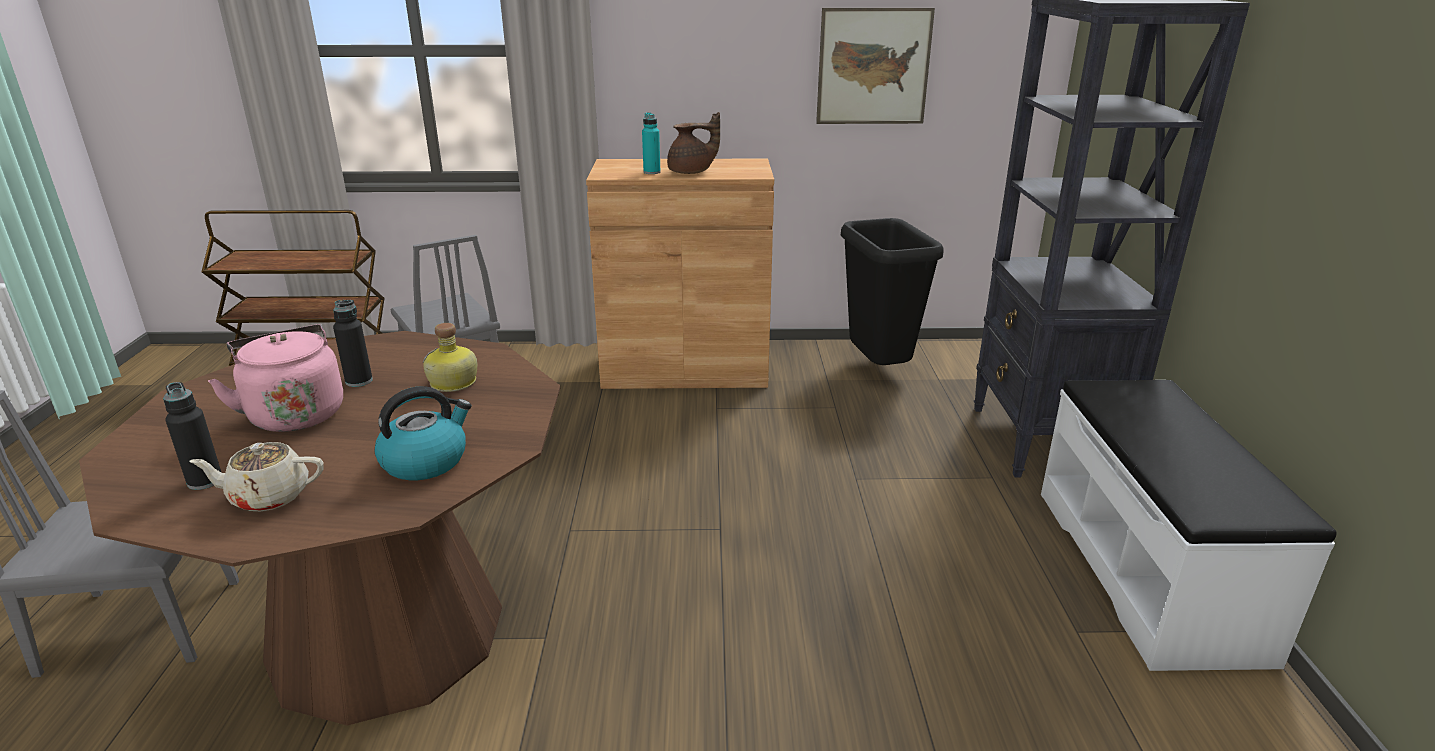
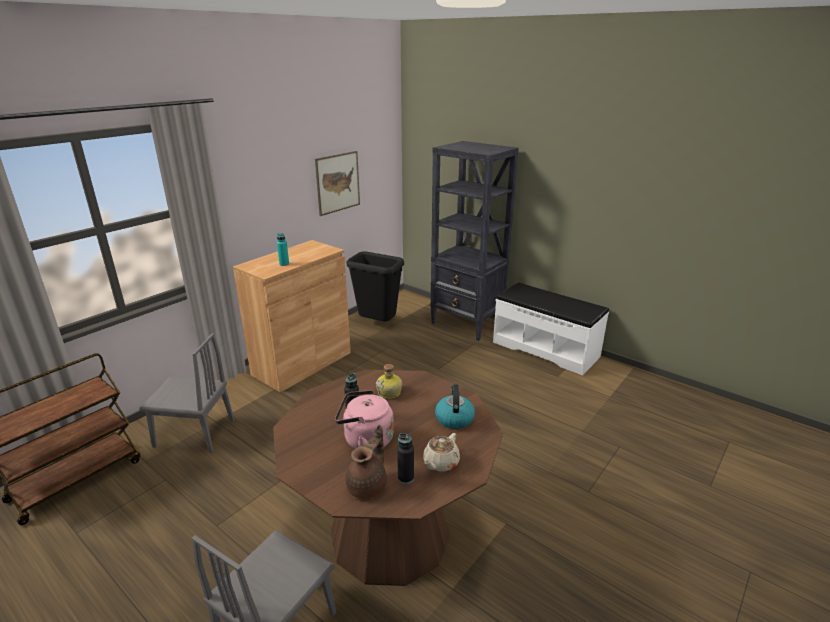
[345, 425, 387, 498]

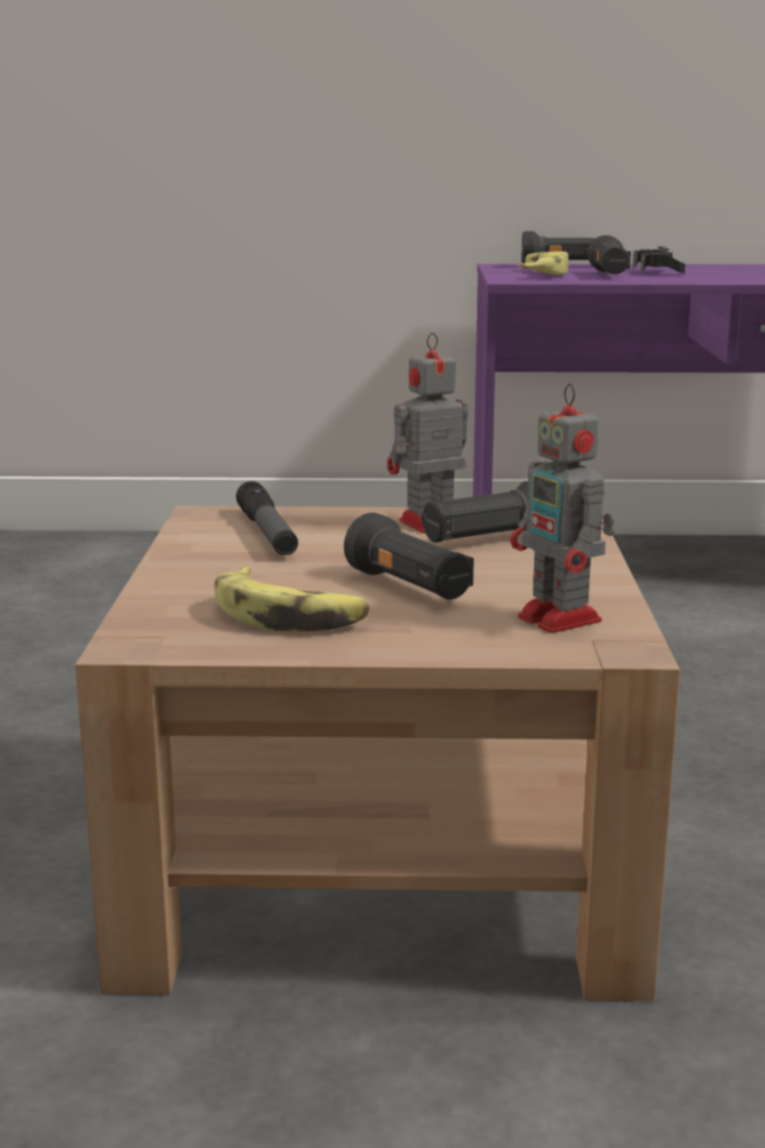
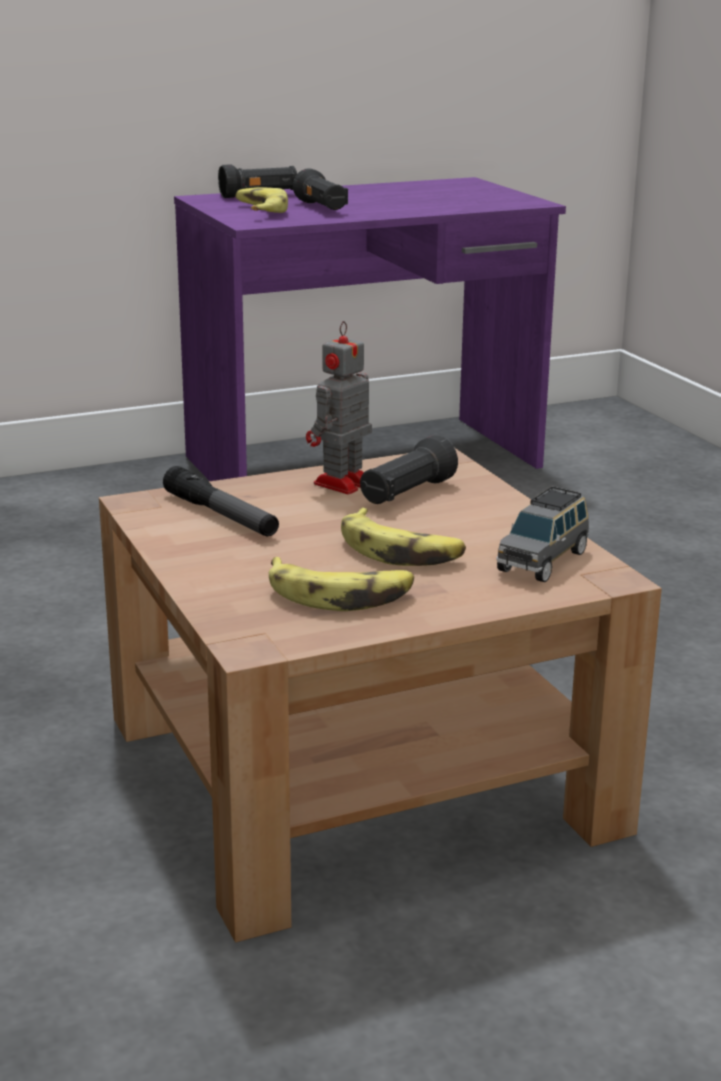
[632, 246, 685, 274] (first image)
[341, 508, 466, 566]
[496, 486, 589, 582]

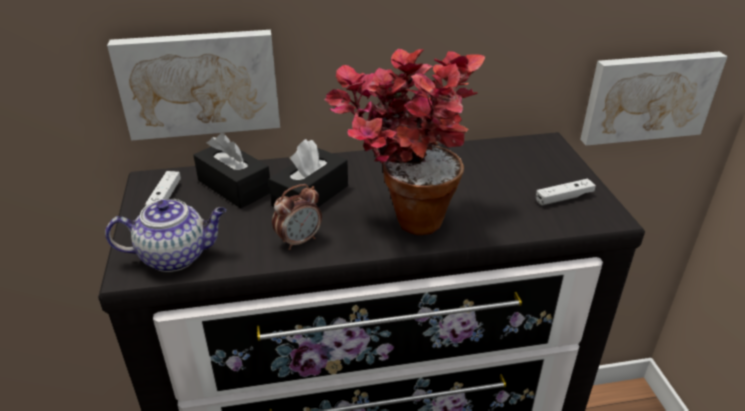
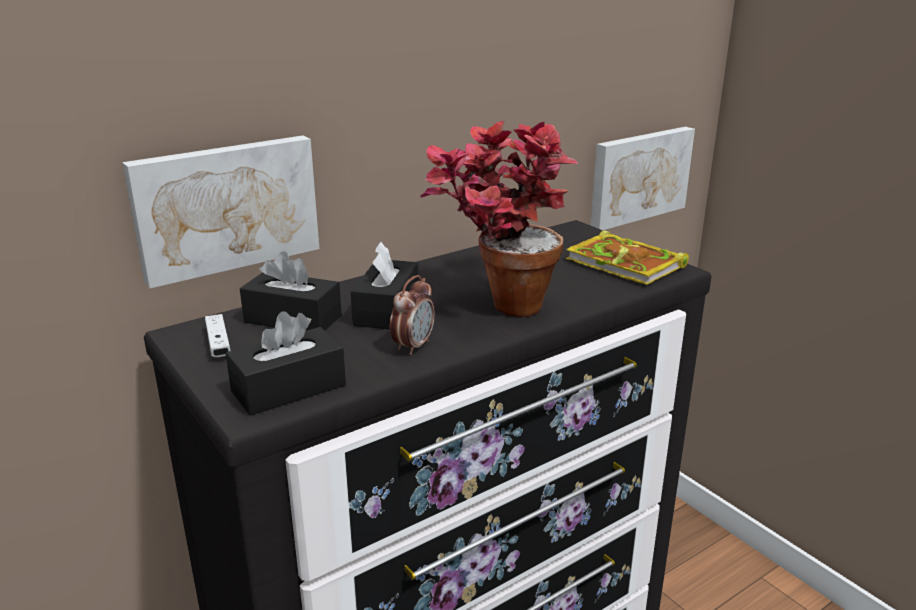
[226, 311, 346, 416]
[566, 230, 689, 285]

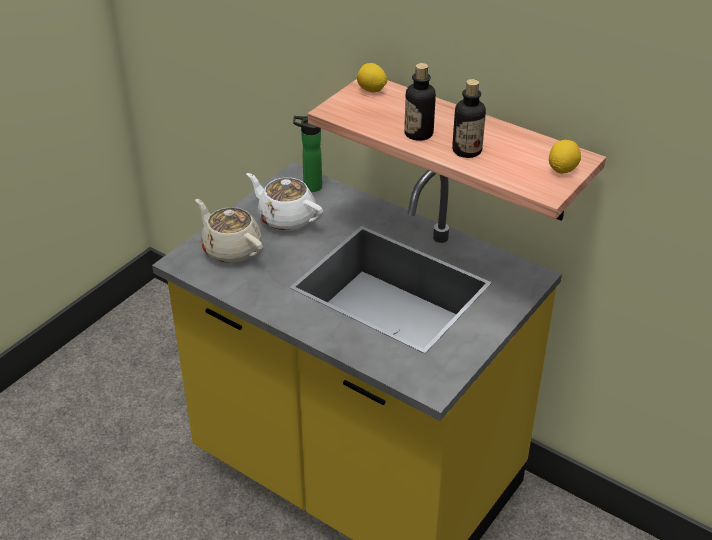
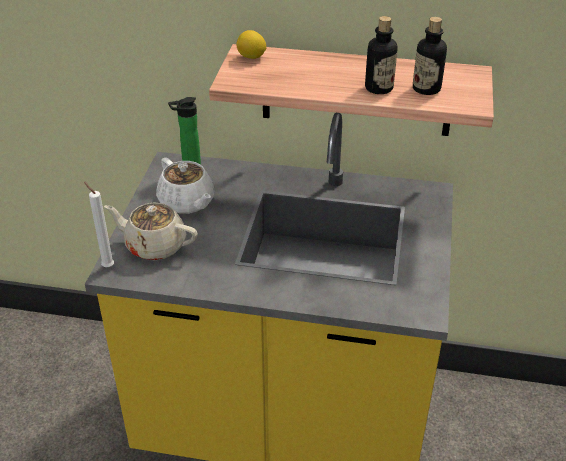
[549, 140, 581, 174] (first image)
[84, 181, 114, 267]
[413, 17, 447, 95]
[156, 158, 214, 214]

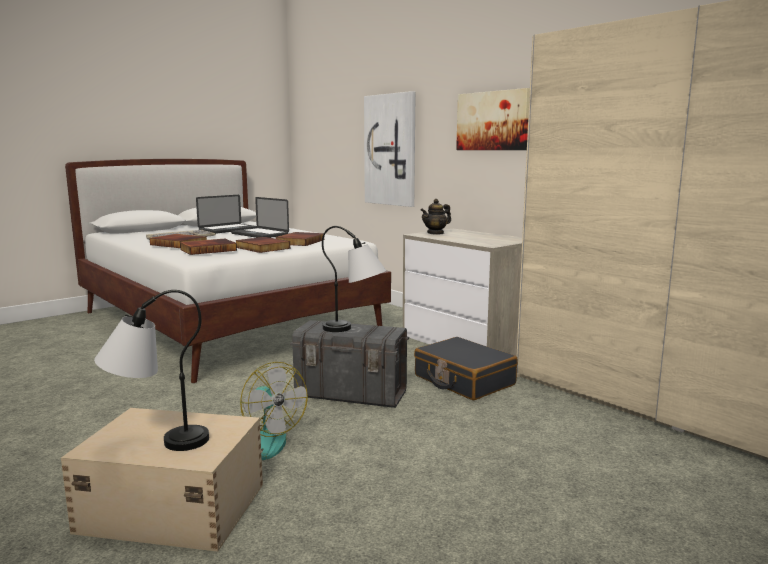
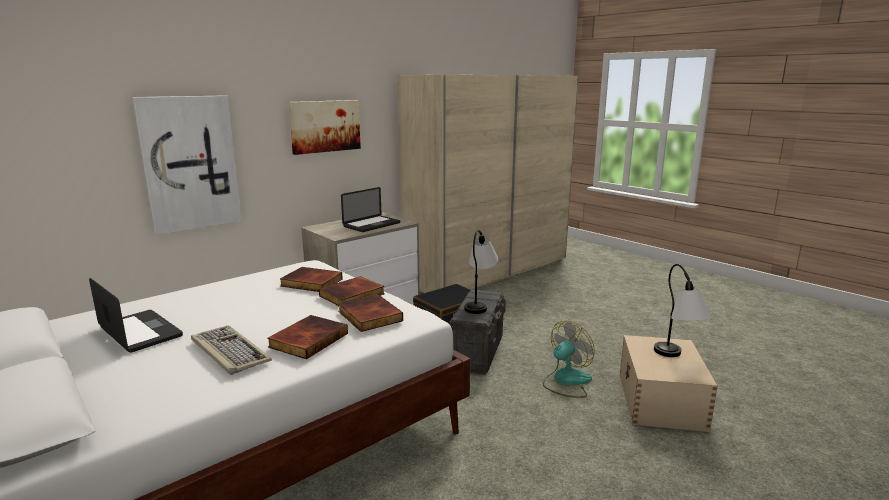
[421, 199, 451, 235] (first image)
[341, 187, 400, 232]

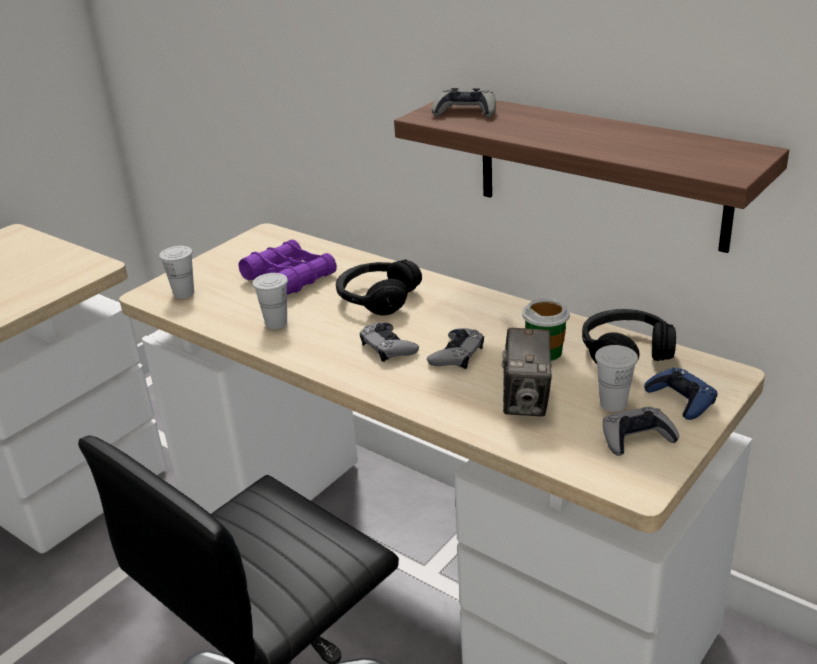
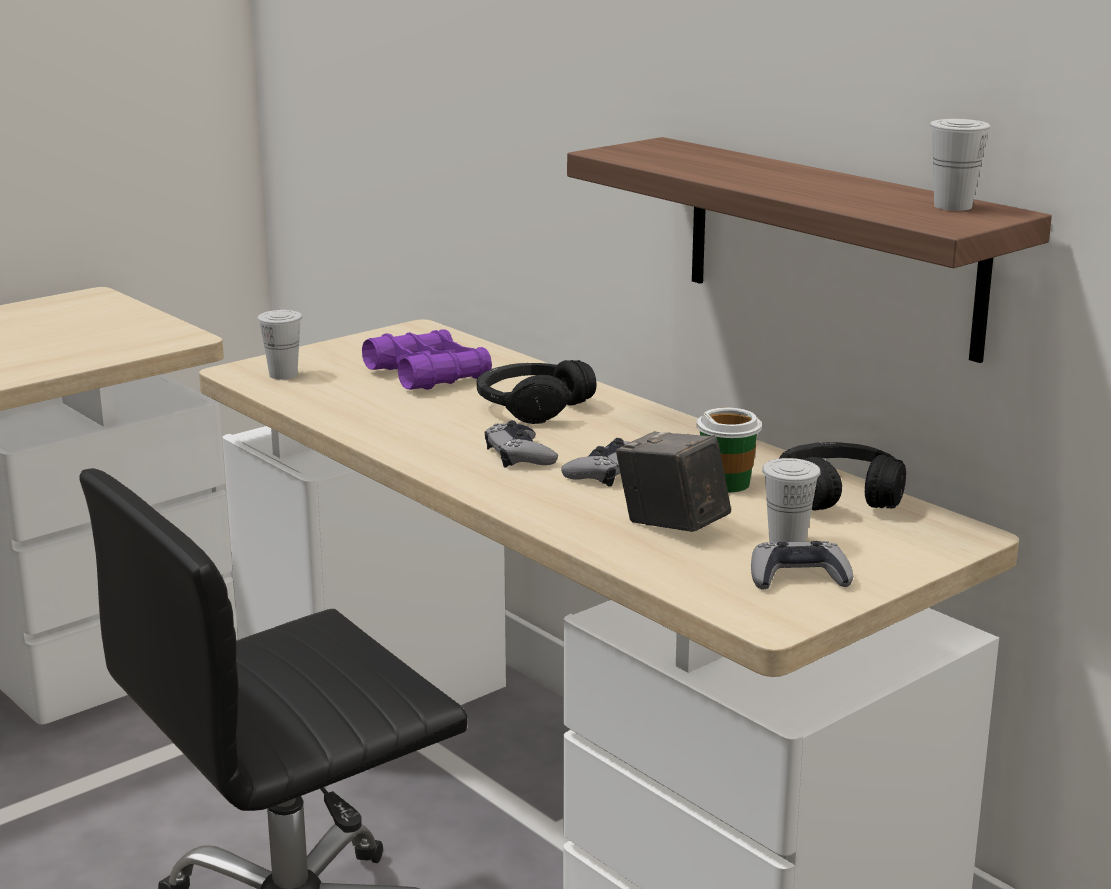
[432, 88, 496, 117] (first image)
[644, 368, 717, 420] (first image)
[930, 119, 991, 211]
[616, 431, 731, 532]

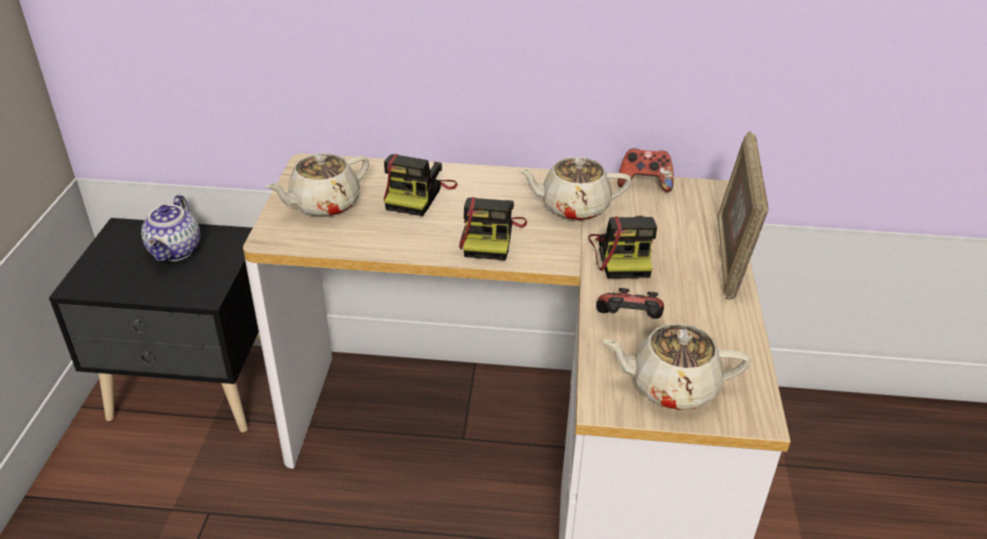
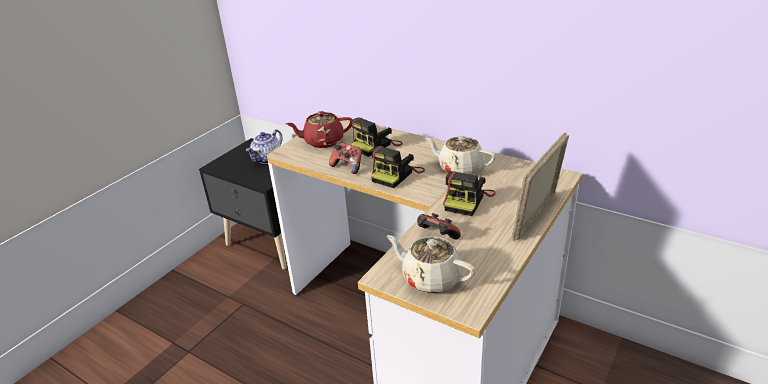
[329, 143, 362, 174]
[286, 111, 352, 148]

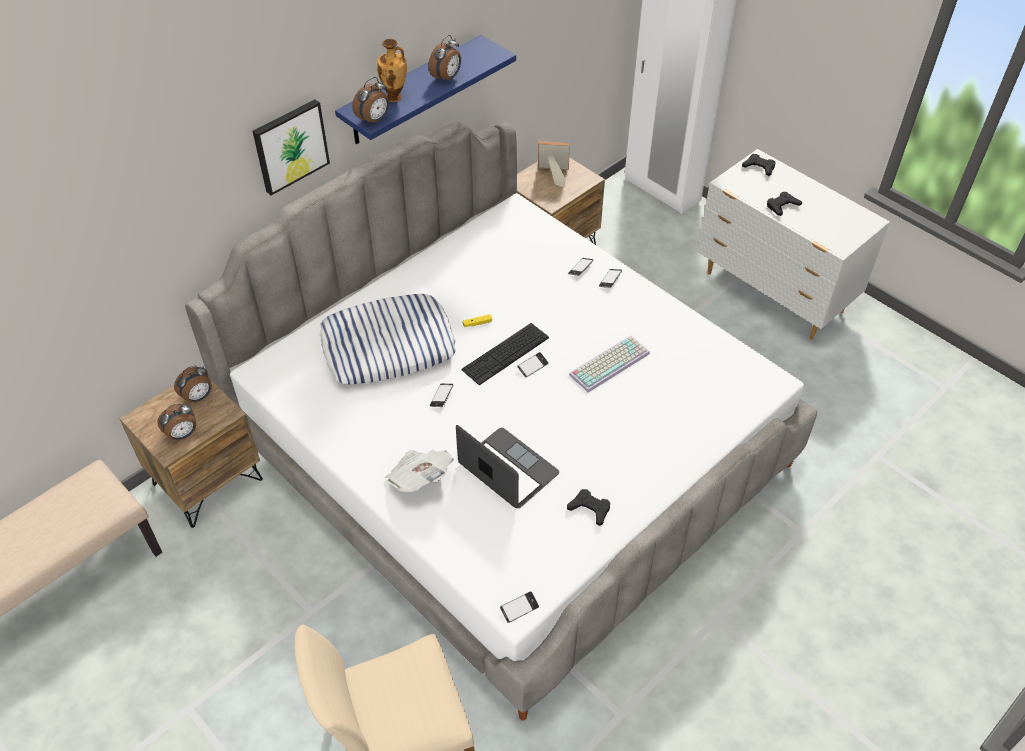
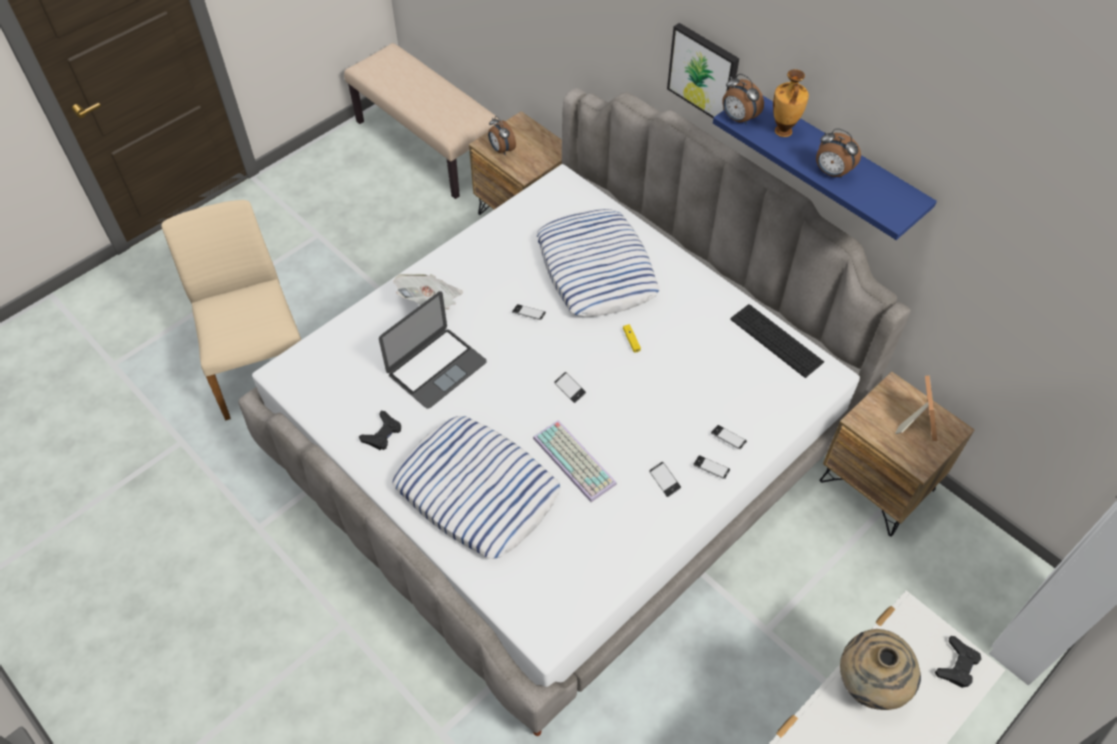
[174, 365, 212, 403] (first image)
[392, 416, 560, 559]
[730, 304, 824, 378]
[649, 462, 681, 497]
[840, 629, 921, 710]

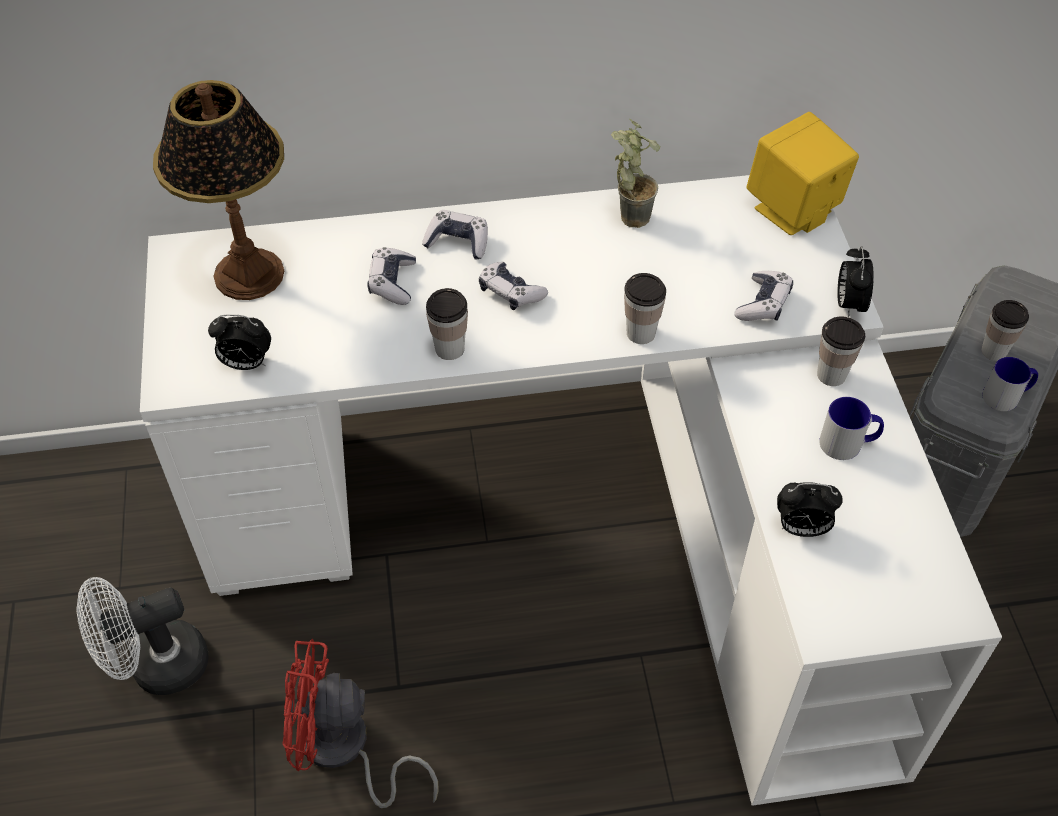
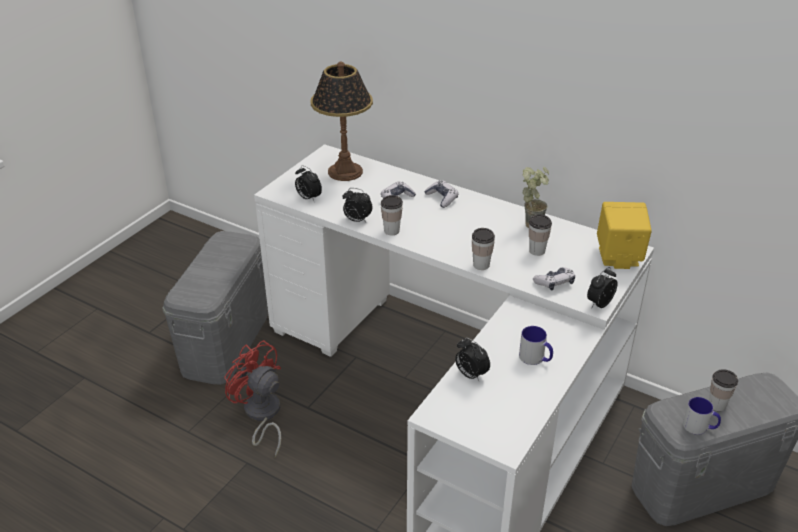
[479, 262, 548, 310] (first image)
[342, 188, 373, 222]
[529, 214, 552, 256]
[162, 231, 268, 384]

